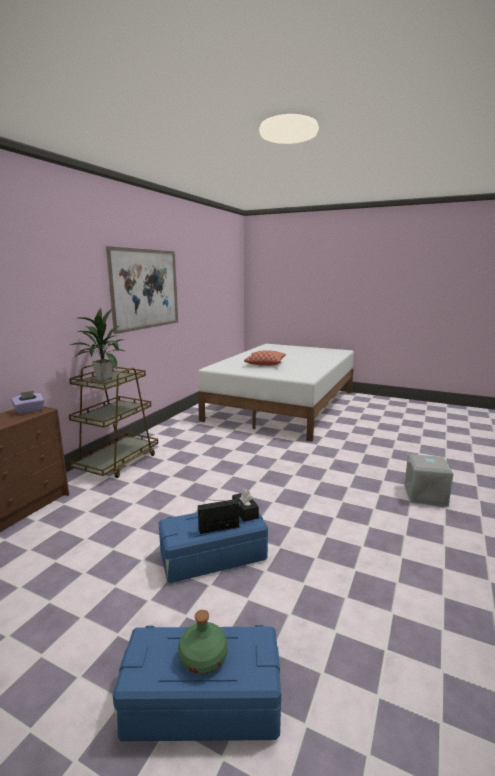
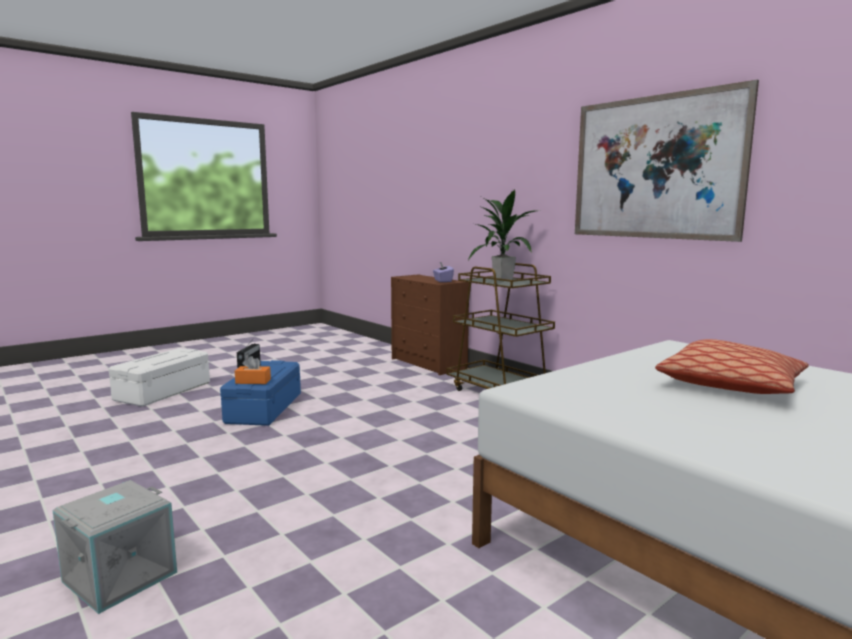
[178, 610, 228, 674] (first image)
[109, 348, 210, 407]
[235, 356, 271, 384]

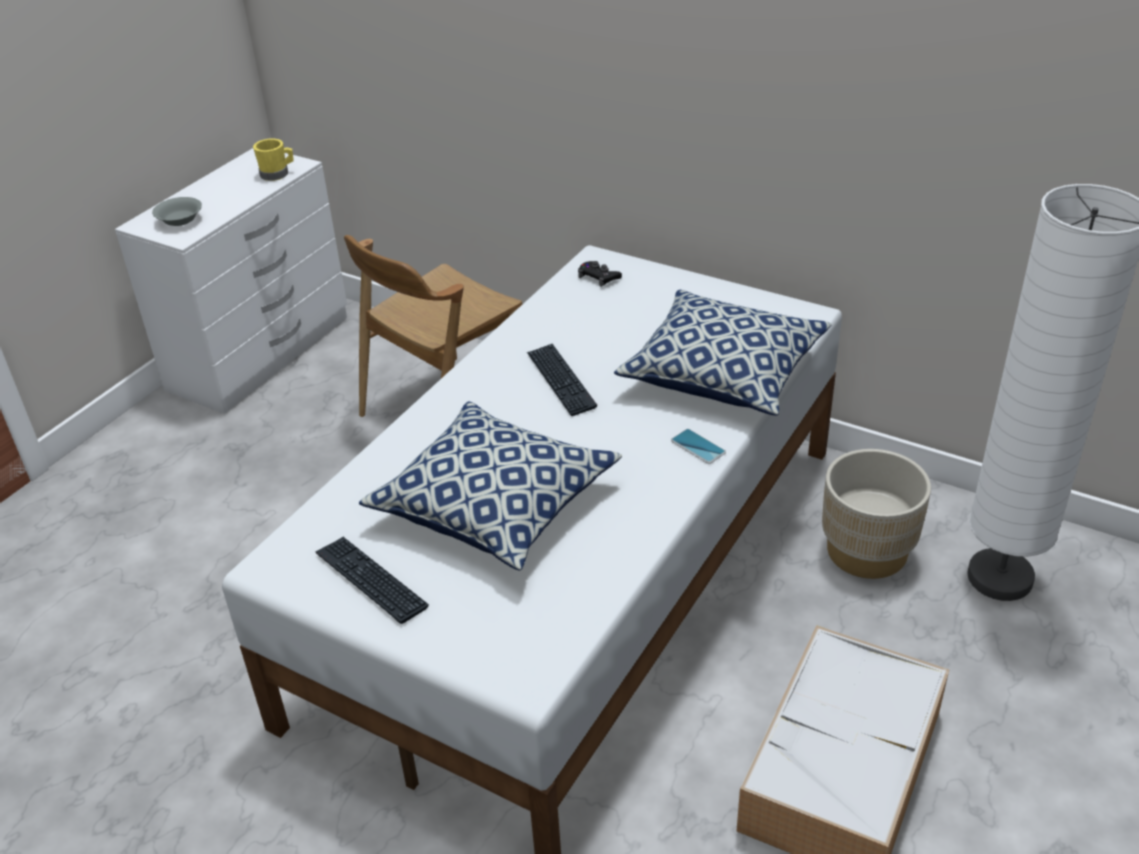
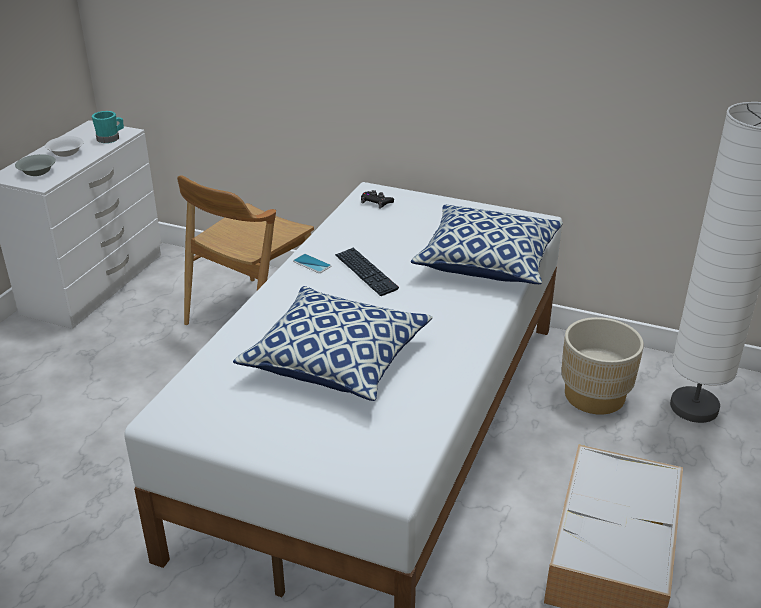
[316, 537, 429, 624] (first image)
[45, 136, 84, 157]
[293, 254, 331, 273]
[92, 111, 124, 143]

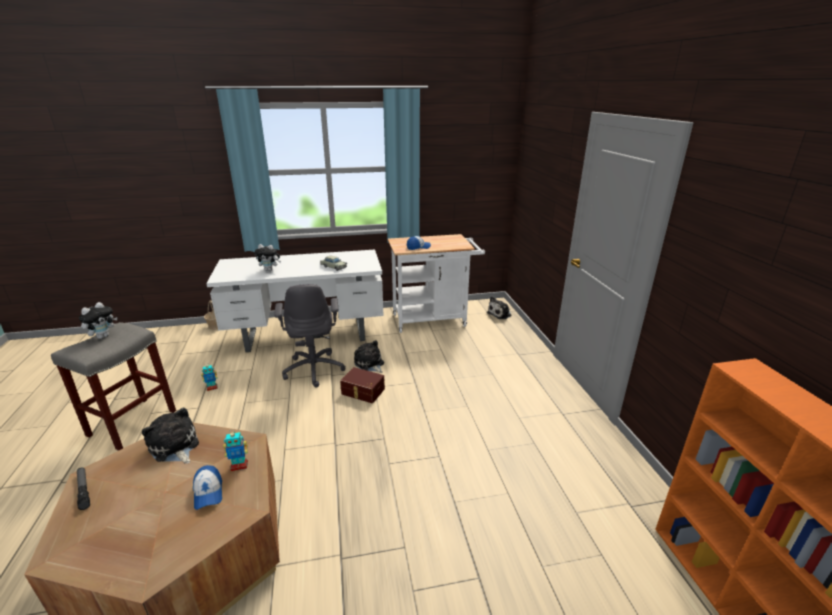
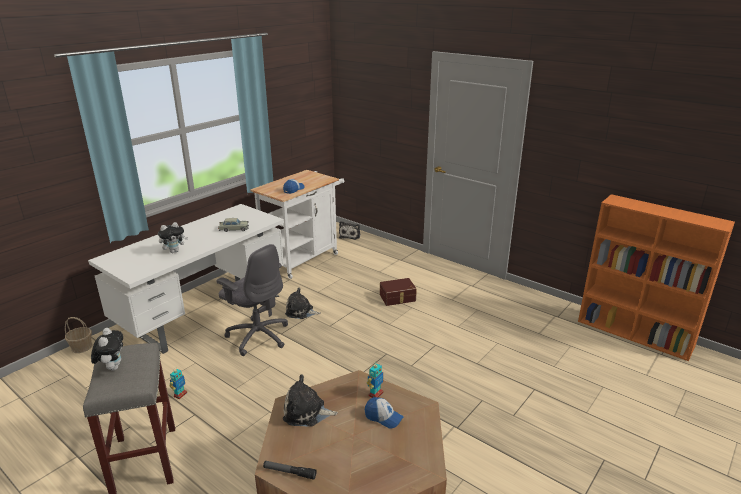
[380, 278, 417, 306]

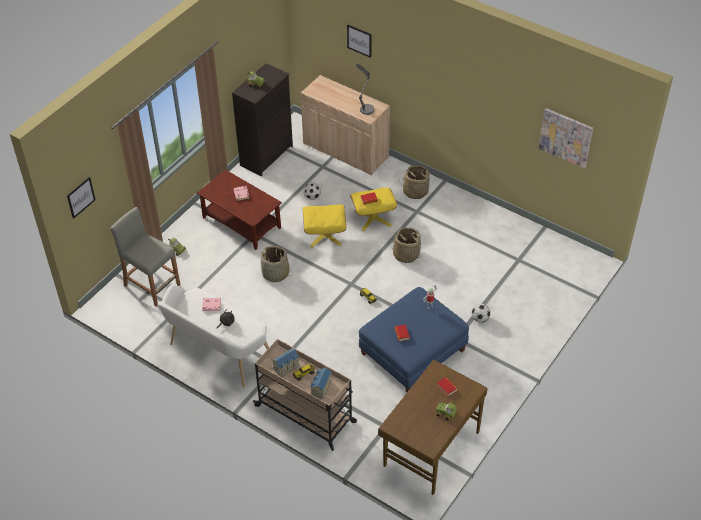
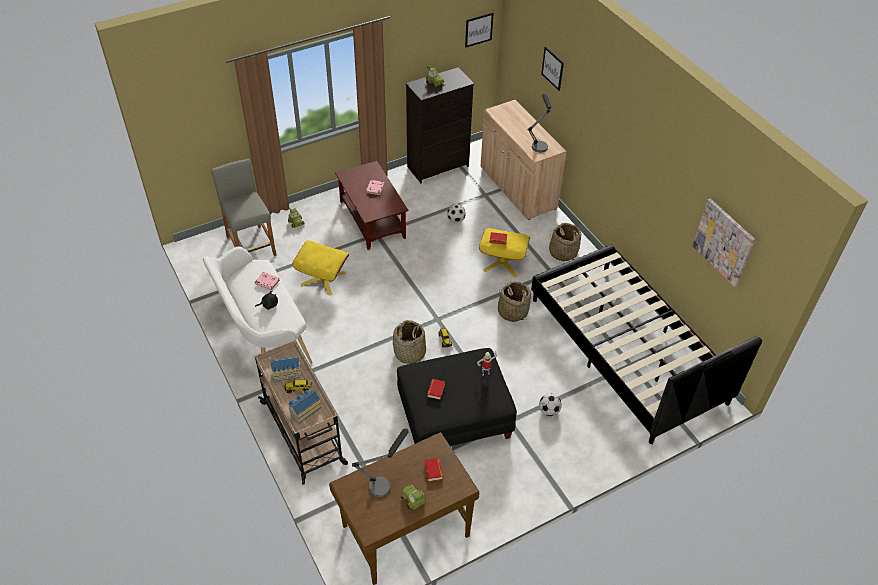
[352, 428, 409, 497]
[531, 245, 762, 444]
[465, 13, 494, 47]
[393, 320, 426, 364]
[292, 240, 349, 295]
[397, 348, 517, 446]

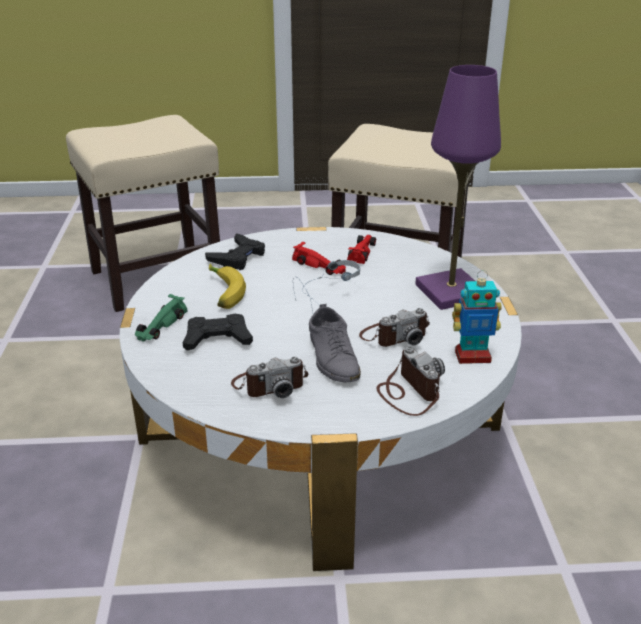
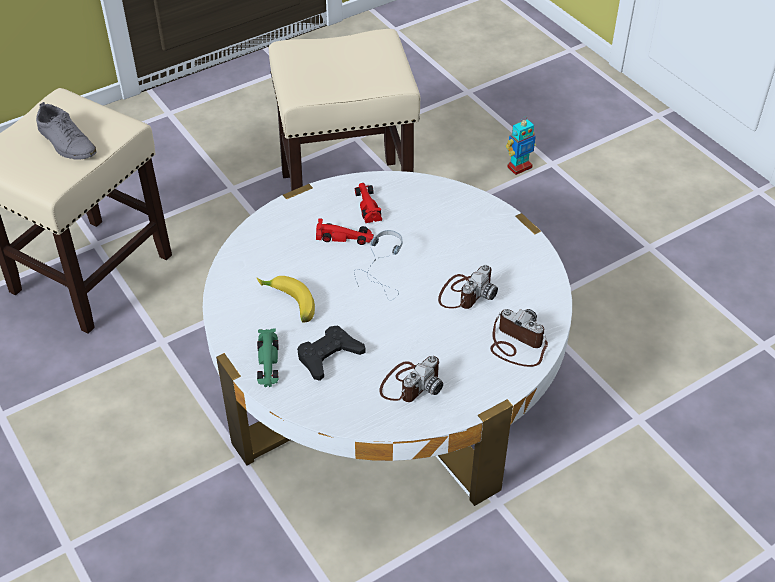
[205, 233, 265, 270] (first image)
[415, 65, 501, 310] (first image)
[36, 102, 97, 160]
[506, 116, 536, 175]

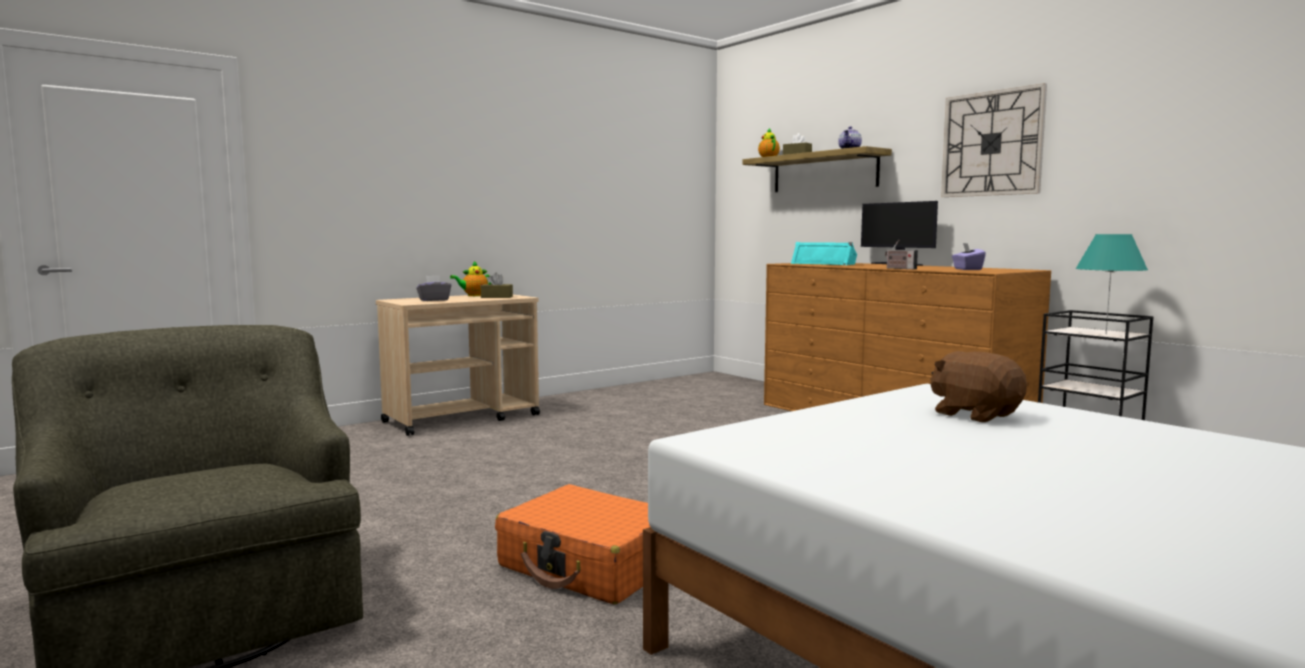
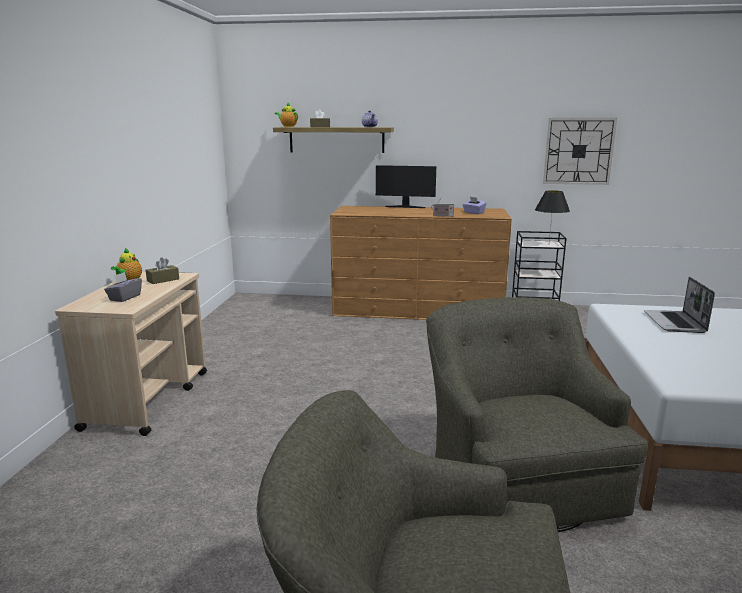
[791, 242, 857, 265] (first image)
[543, 118, 617, 185]
[426, 297, 648, 532]
[644, 277, 715, 333]
[535, 190, 570, 241]

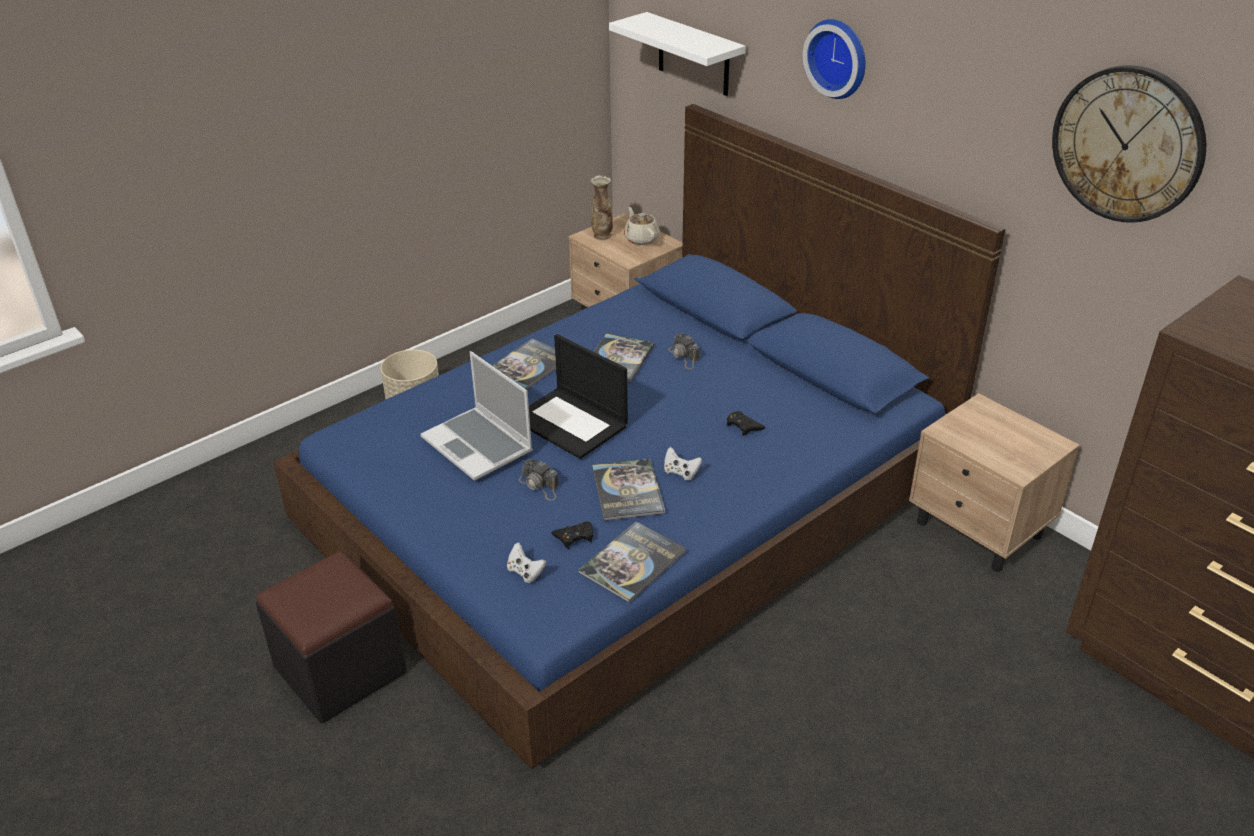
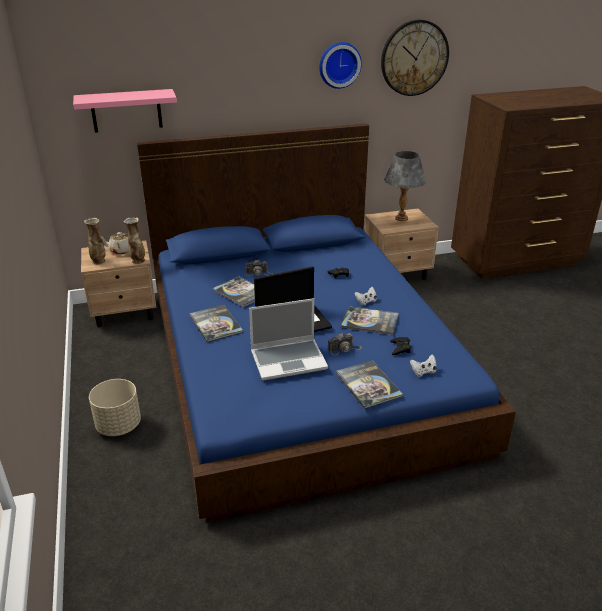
[256, 551, 407, 723] (first image)
[124, 217, 145, 264]
[384, 151, 426, 221]
[336, 360, 403, 409]
[319, 42, 362, 89]
[73, 89, 177, 133]

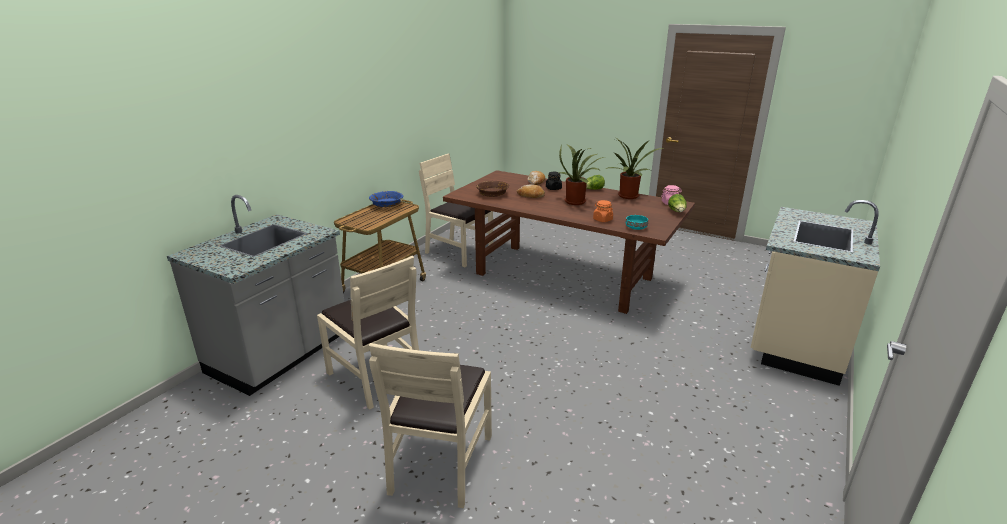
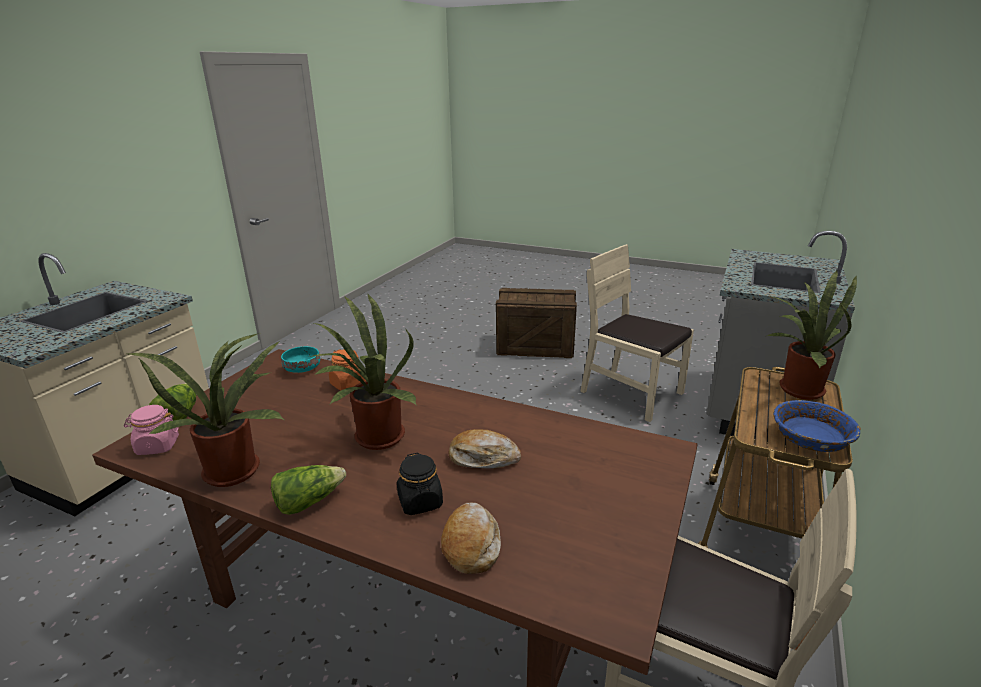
[476, 181, 509, 197] (first image)
[767, 271, 857, 400]
[496, 288, 577, 358]

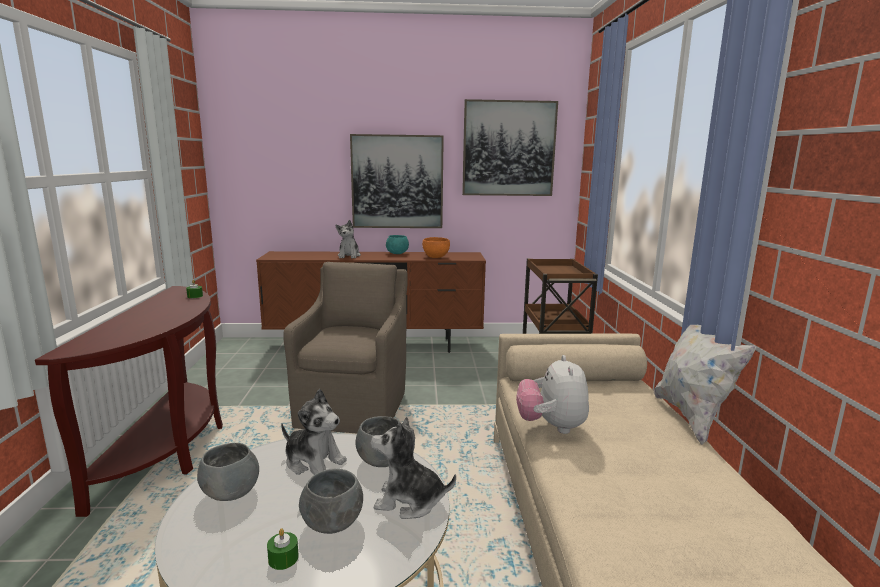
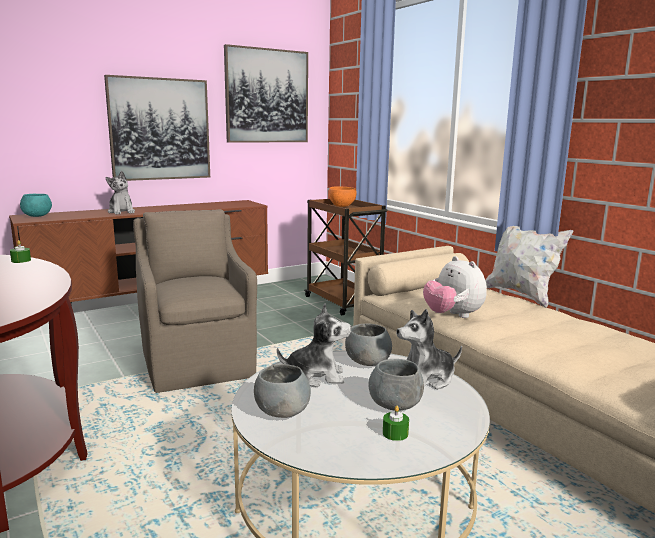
[20, 194, 52, 217]
[329, 187, 357, 207]

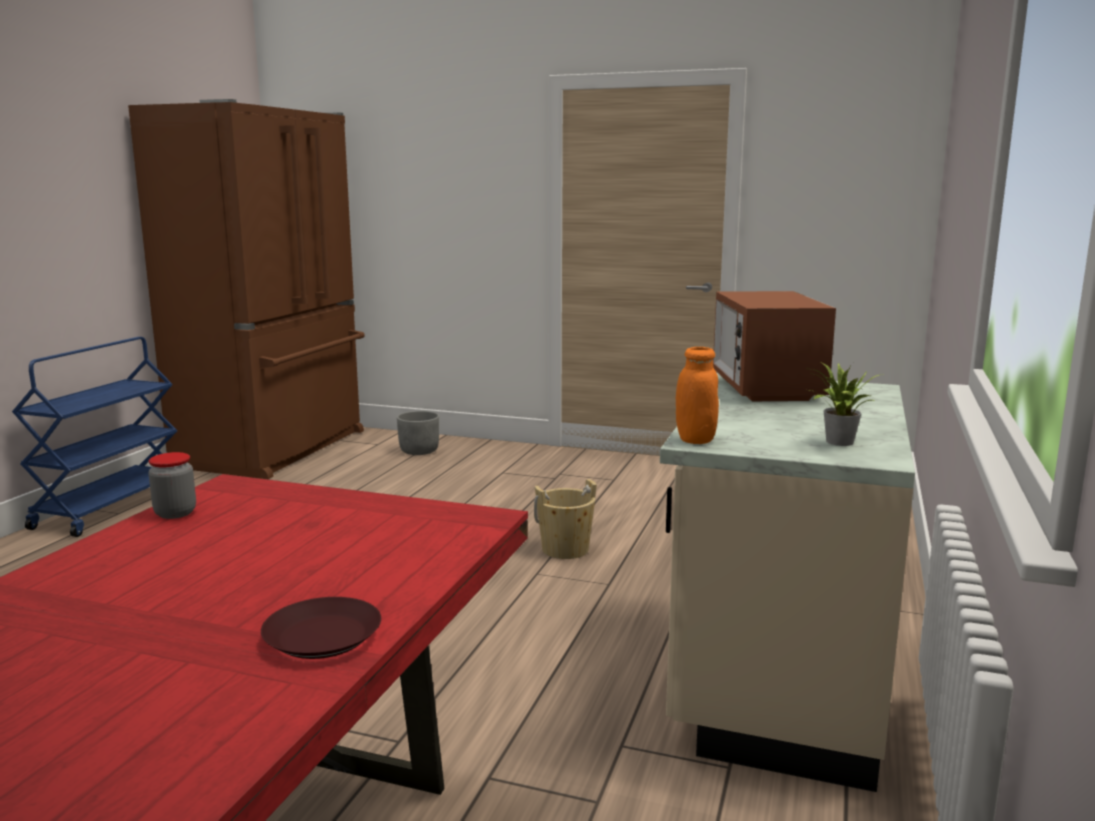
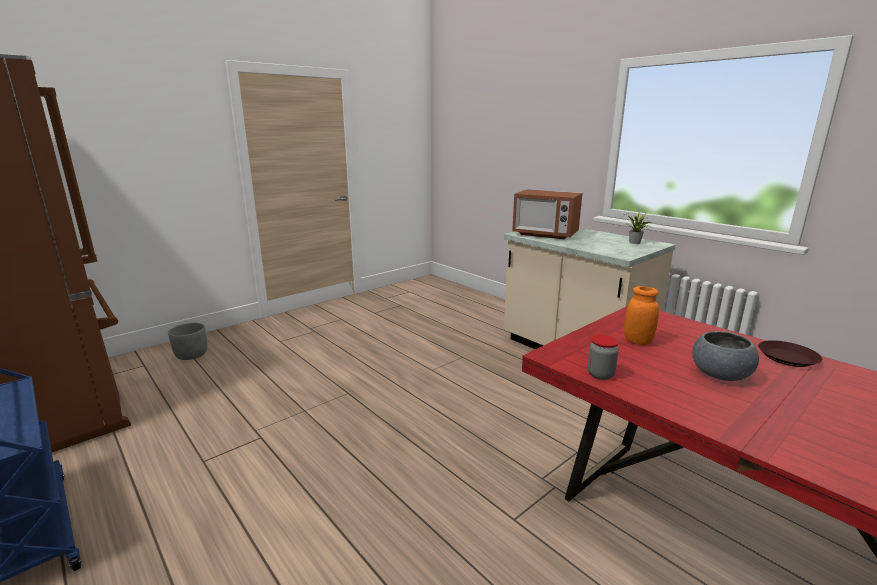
[534, 479, 597, 559] (first image)
[693, 331, 759, 381]
[624, 286, 659, 345]

